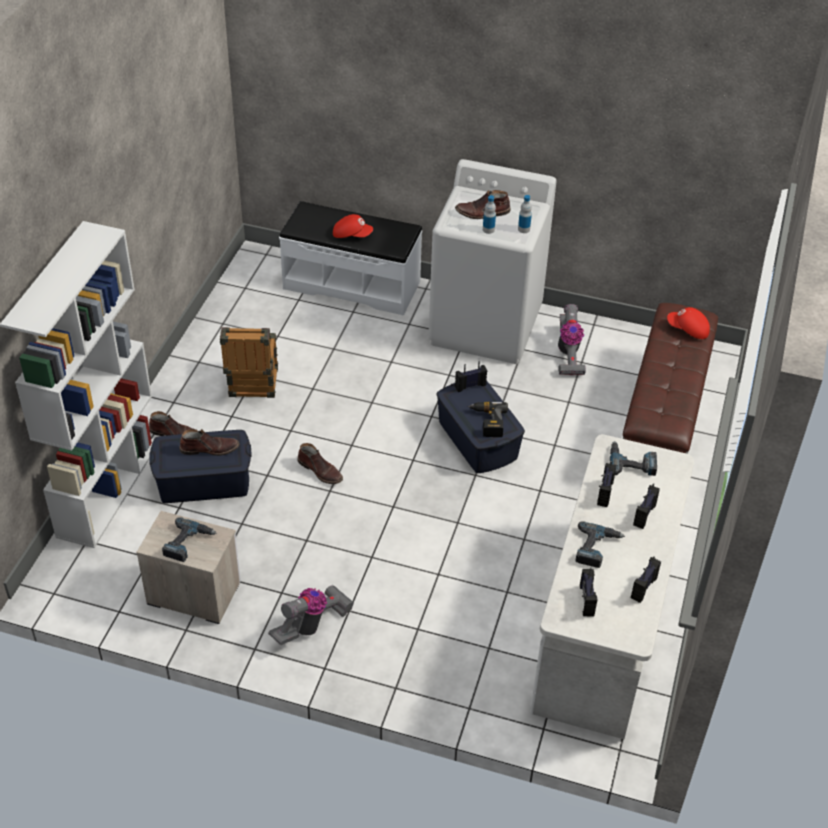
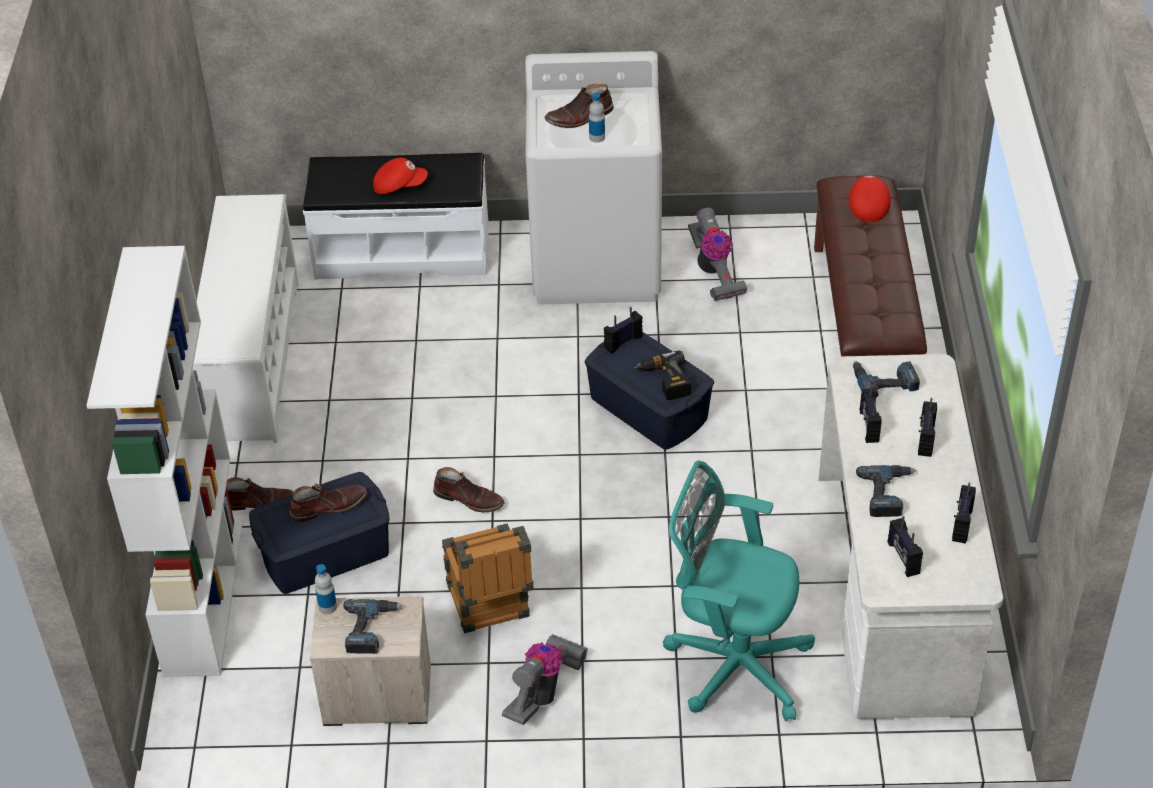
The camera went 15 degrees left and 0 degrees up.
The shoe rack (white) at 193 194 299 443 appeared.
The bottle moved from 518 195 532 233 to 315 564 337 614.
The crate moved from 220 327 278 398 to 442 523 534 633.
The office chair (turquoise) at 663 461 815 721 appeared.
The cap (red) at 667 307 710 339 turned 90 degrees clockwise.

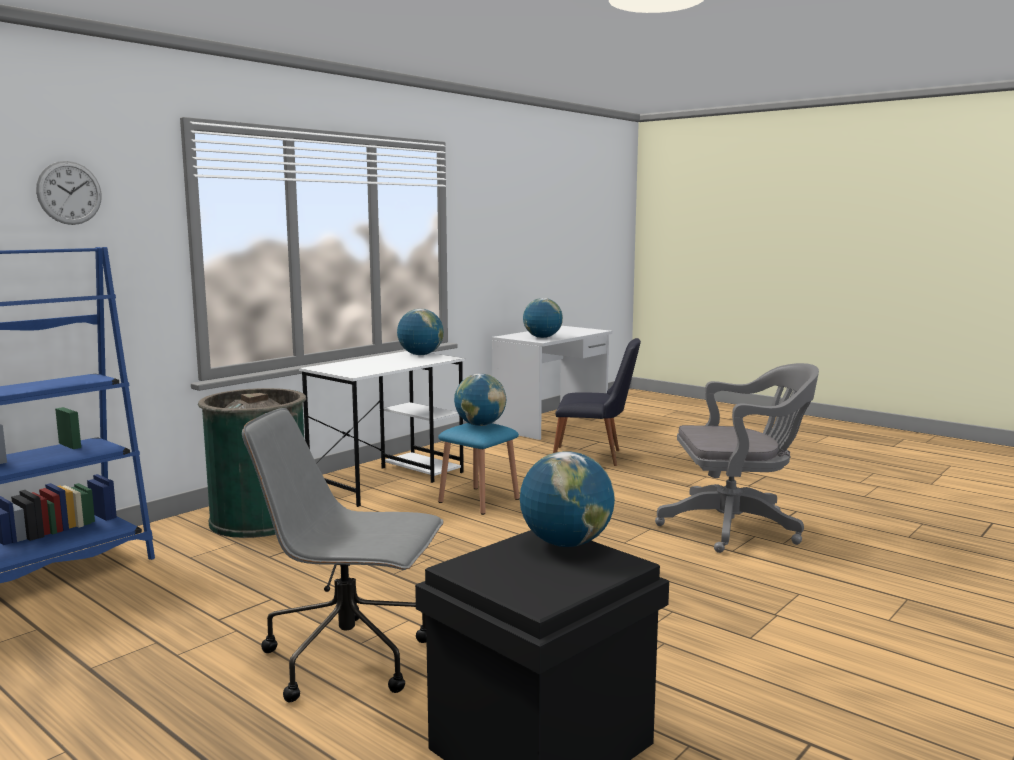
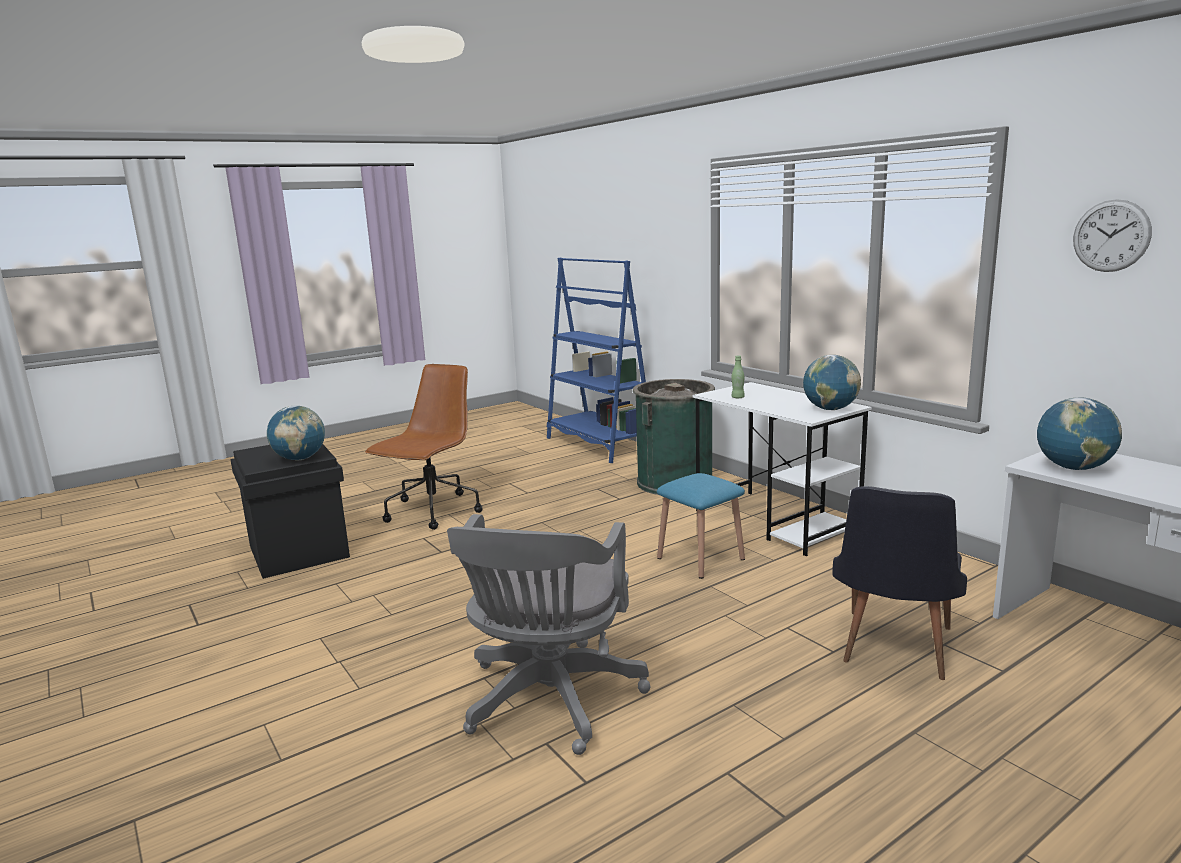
The camera went 105 degrees right and 5 degrees up.
The office chair (grey) at 242 408 443 702 became the office chair (brown) at 365 364 483 530.
The bottle (green) at 732 355 745 398 appeared.
The wall clock moved from 36 161 102 225 to 1073 199 1152 272.
The globe at 454 374 506 426 disappeared.

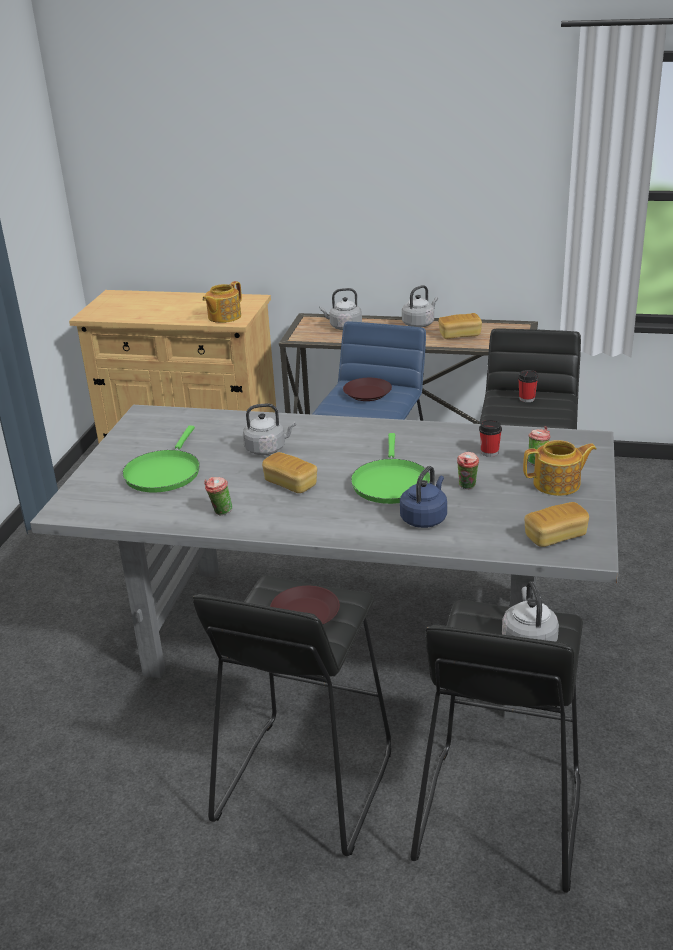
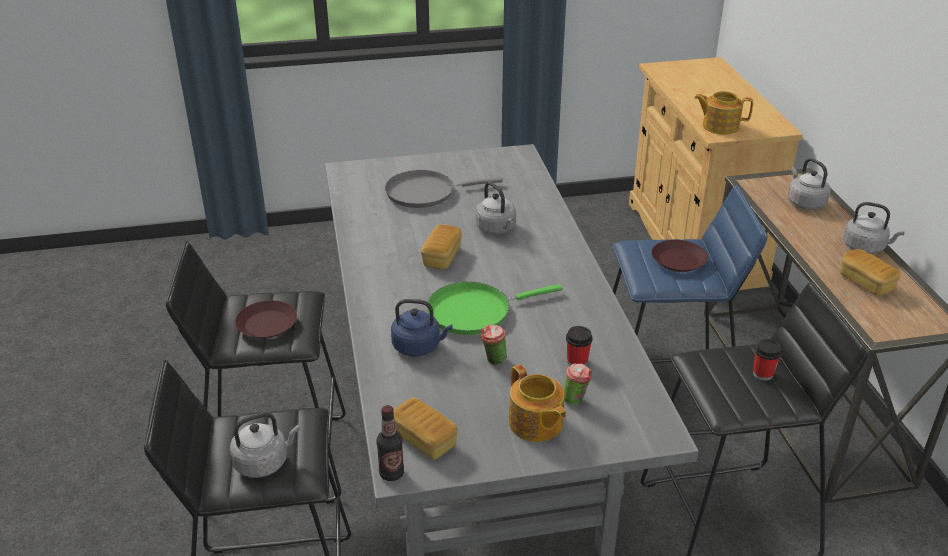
The camera went 65 degrees right and 5 degrees up.
The bottle at 376 405 404 481 appeared.
The frying pan (green) at 122 426 200 492 became the frying pan (grey) at 385 170 503 208.
The cup at 204 477 233 515 disappeared.

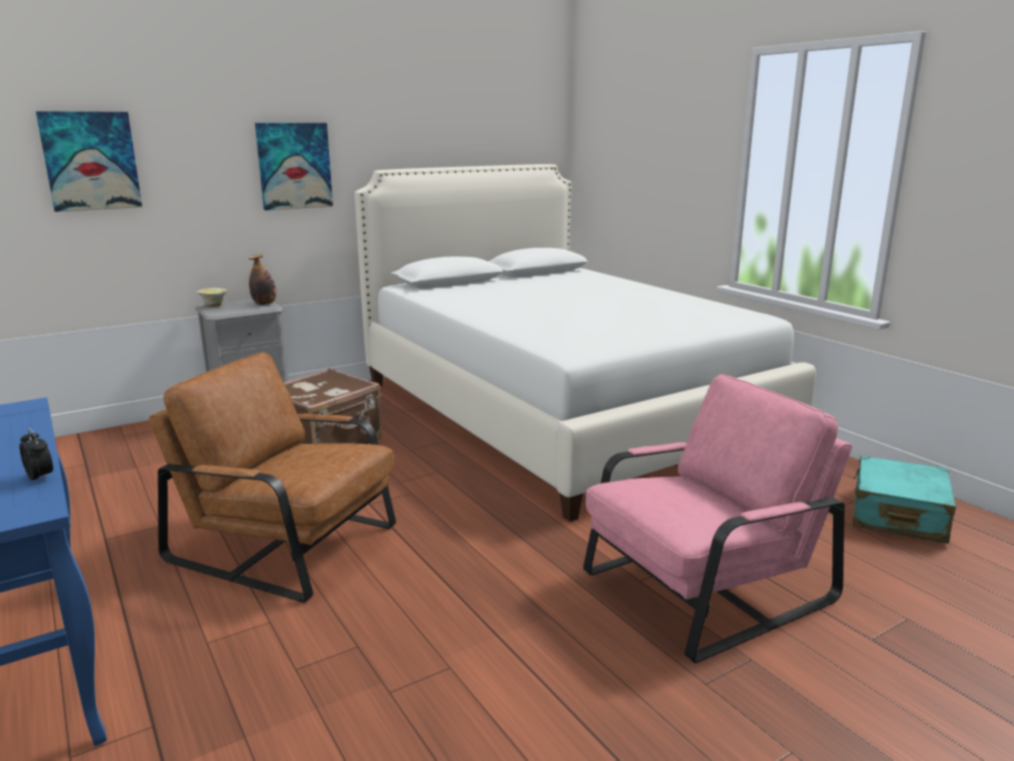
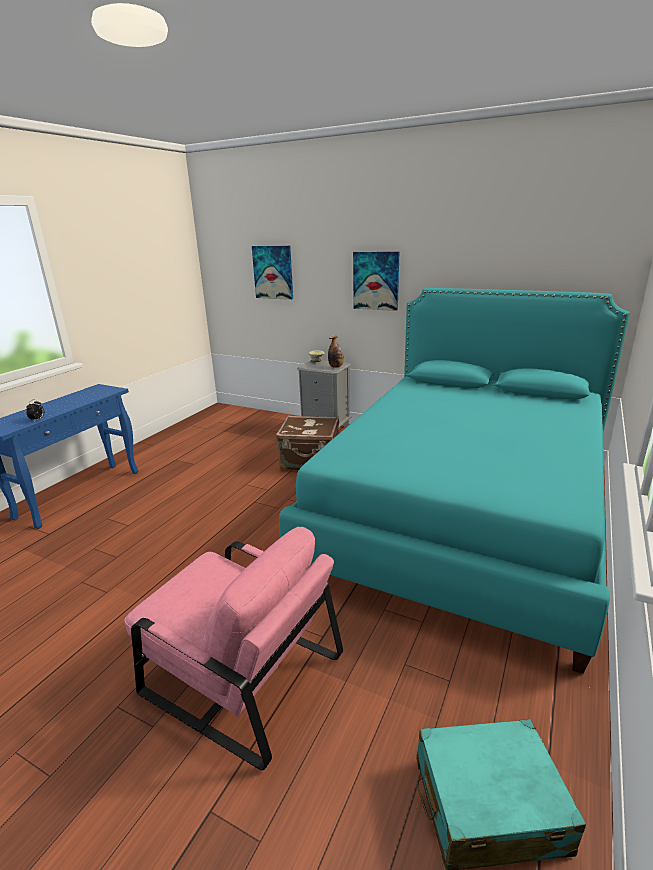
The camera went 60 degrees right and 5 degrees up.
The bed (white) at 354 164 816 522 became the bed (turquoise) at 279 288 630 674.
The armchair (brown) at 149 352 396 602 disappeared.

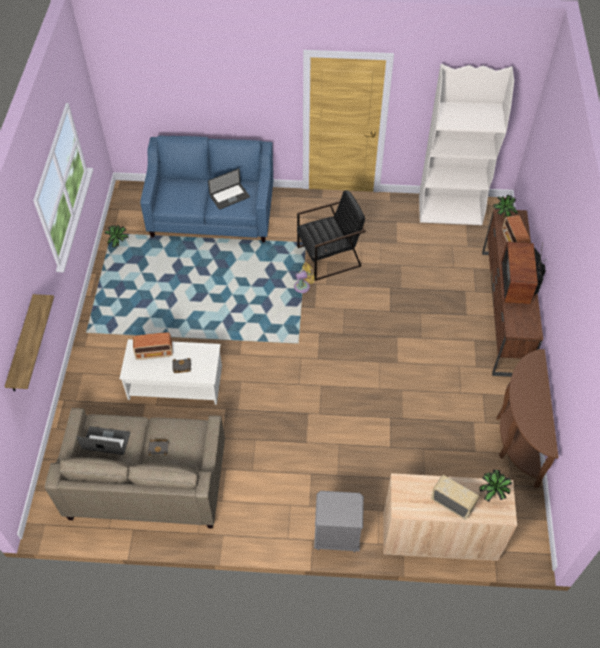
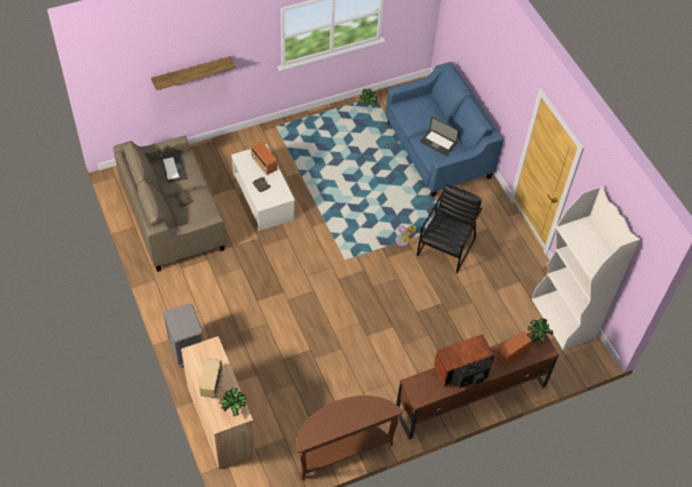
The camera went 60 degrees right and 0 degrees up.
The armchair (black) at 297 190 366 281 turned 105 degrees counterclockwise.

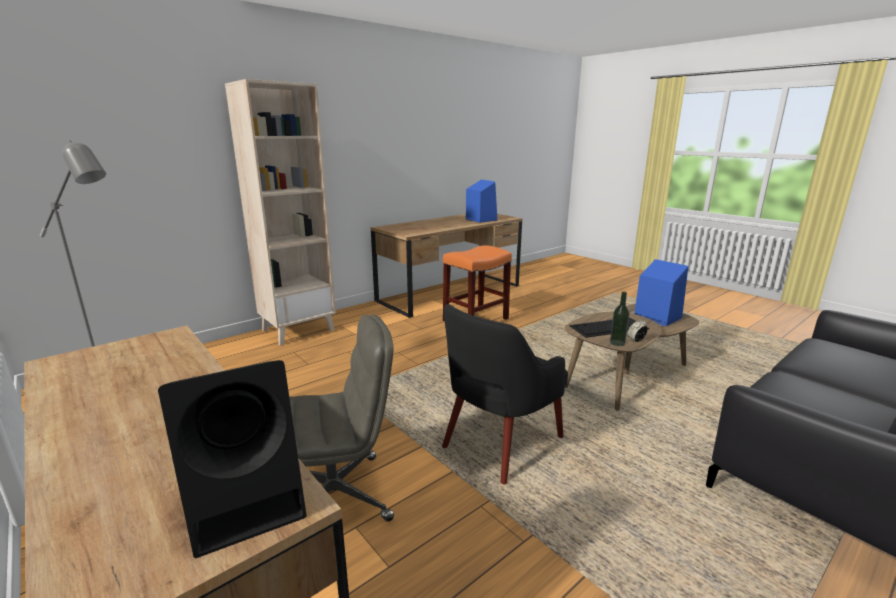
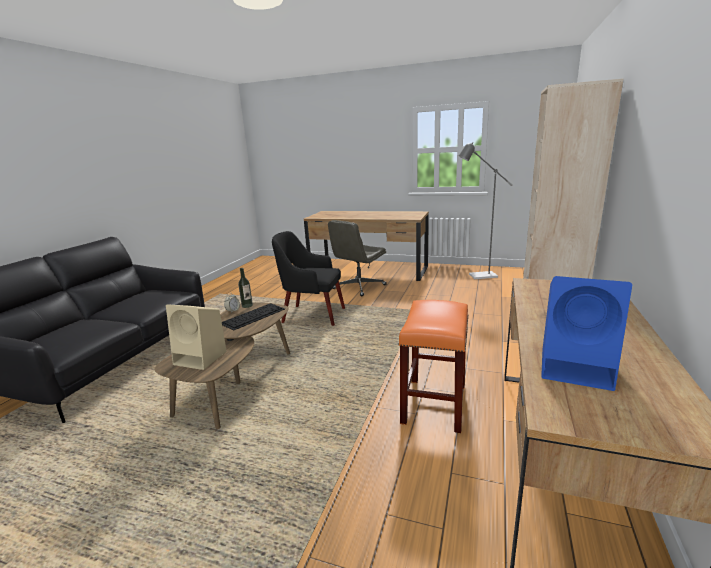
The camera went 150 degrees right and 0 degrees up.
The speaker (blue) at 634 259 688 326 became the speaker (beige) at 166 304 227 370.
The armchair (black) at 442 304 568 484 turned 90 degrees counterclockwise.
The speaker (black) at 158 360 307 558 disappeared.

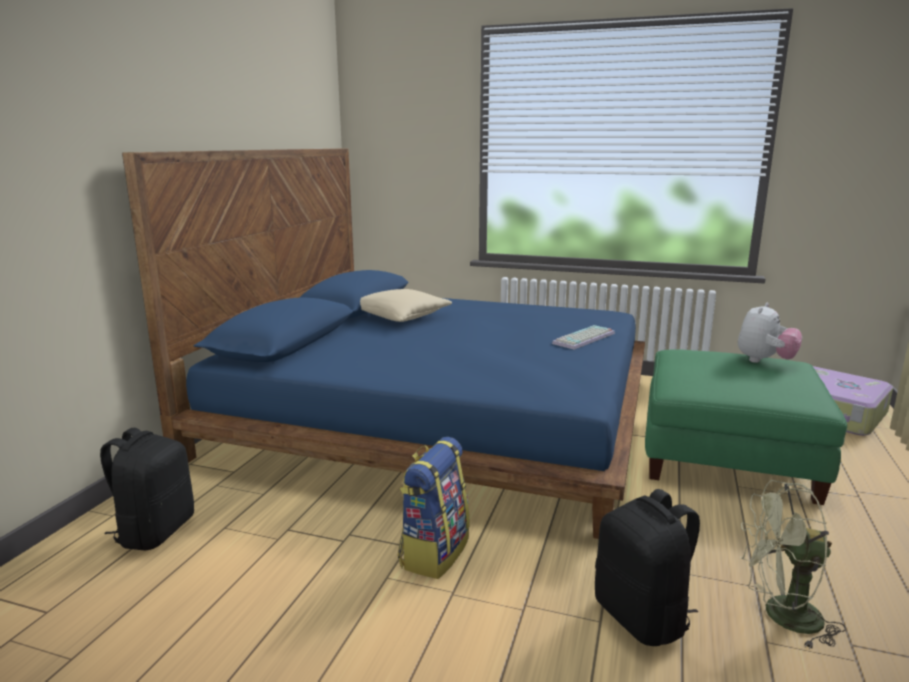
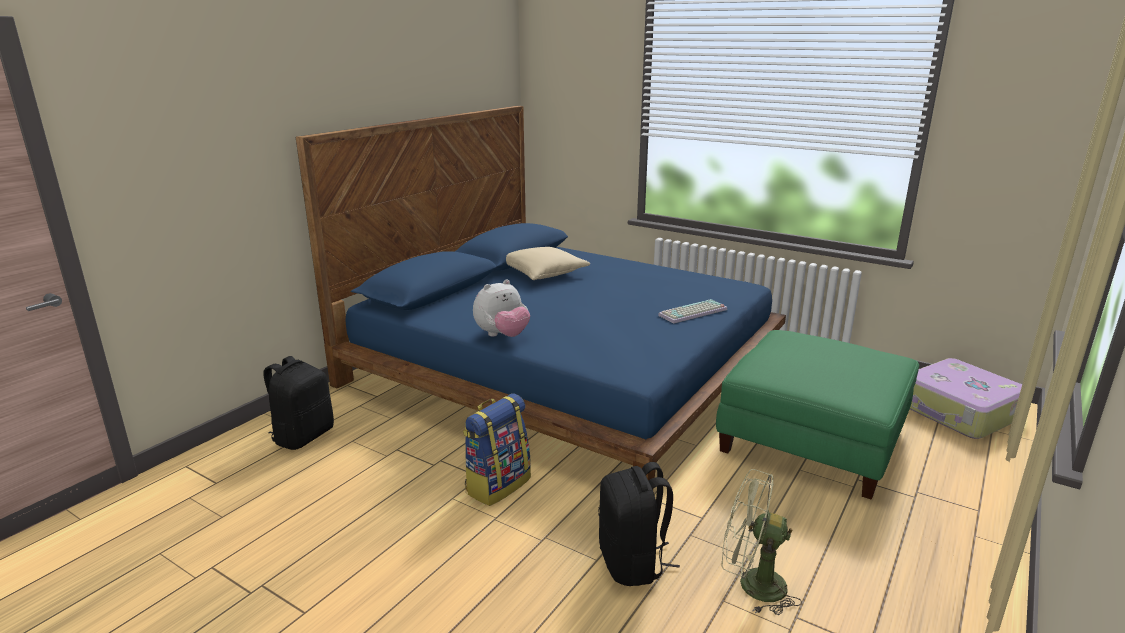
The camera went 15 degrees right and 5 degrees up.
The plush toy moved from 738 303 802 363 to 473 280 530 337.

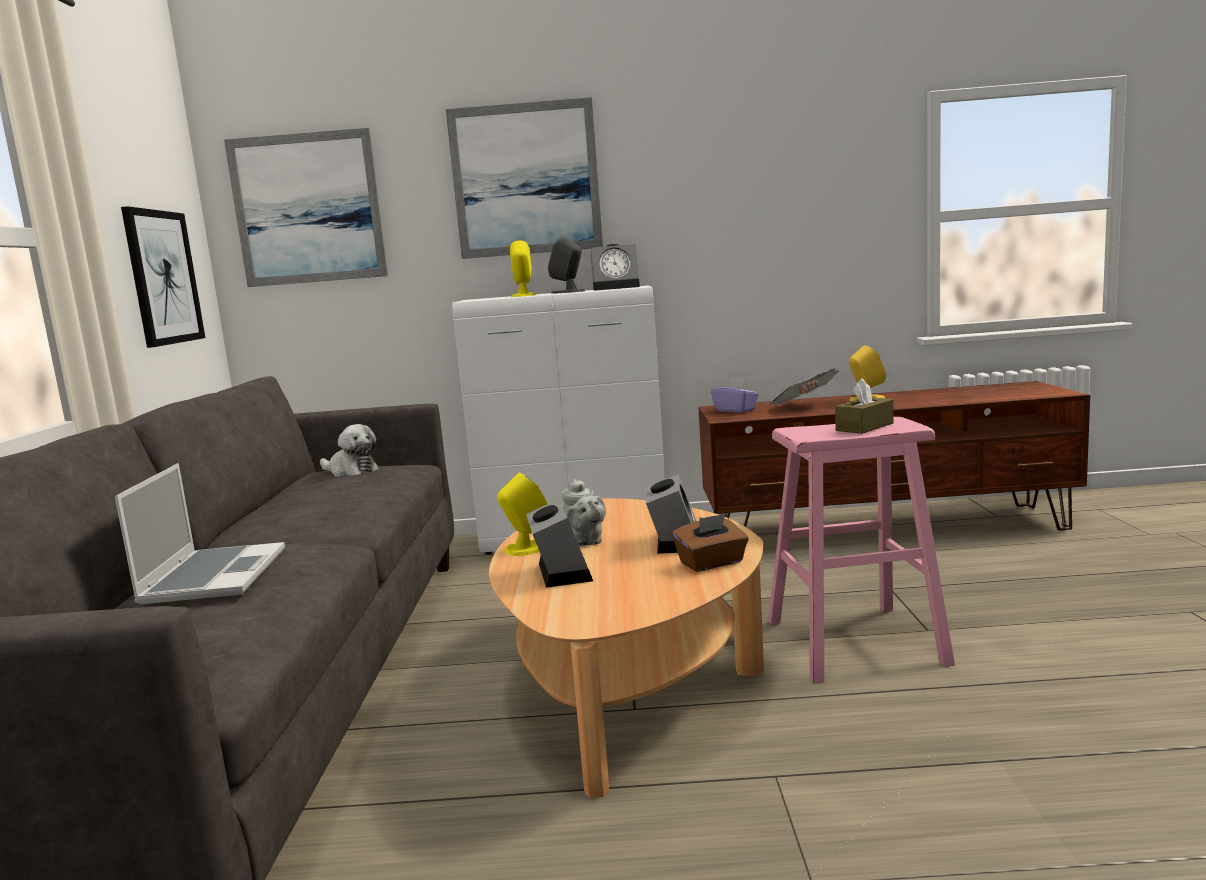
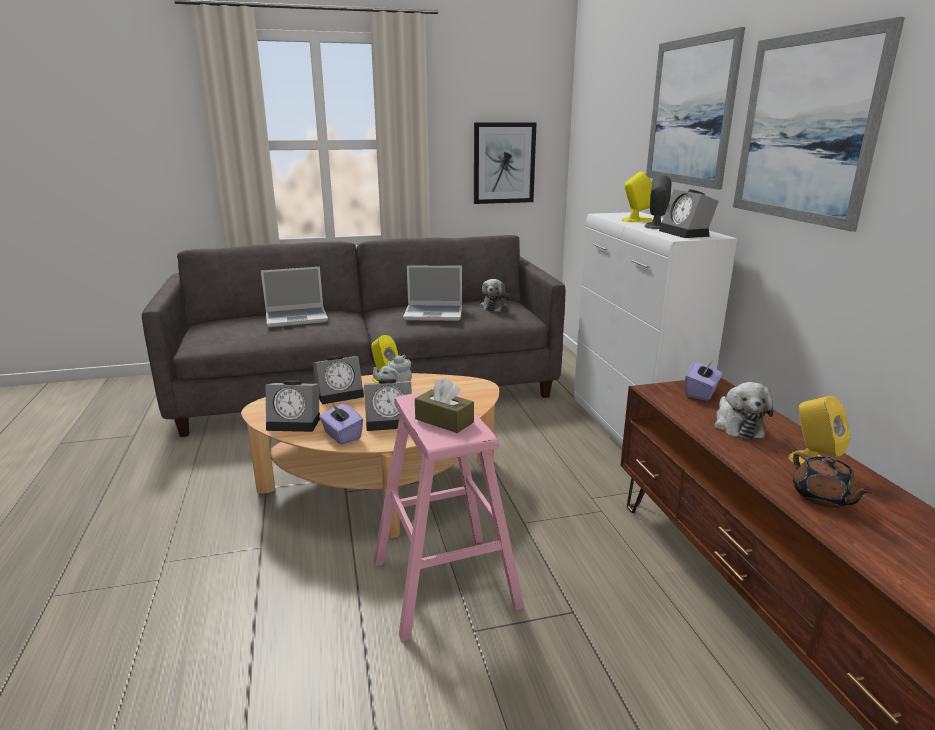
The camera went 75 degrees right and 10 degrees up.
The alarm clock at 266 380 320 432 appeared.
The tissue box (brown) at 672 514 749 572 became the tissue box (purple) at 319 403 363 445.
The laptop at 403 265 462 321 appeared.
The newspaper at 768 368 839 405 was replaced by the plush toy at 714 382 773 439.
The picture moved from 224 128 388 287 to 733 17 905 232.
The teapot (brown) at 793 452 872 508 appeared.

